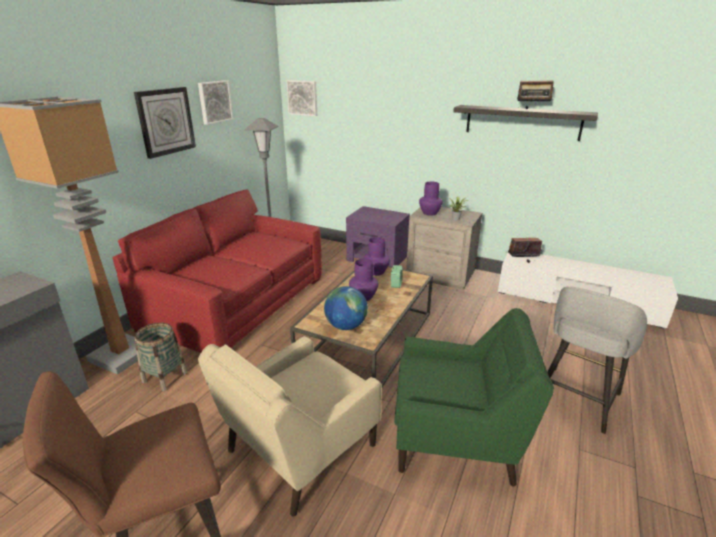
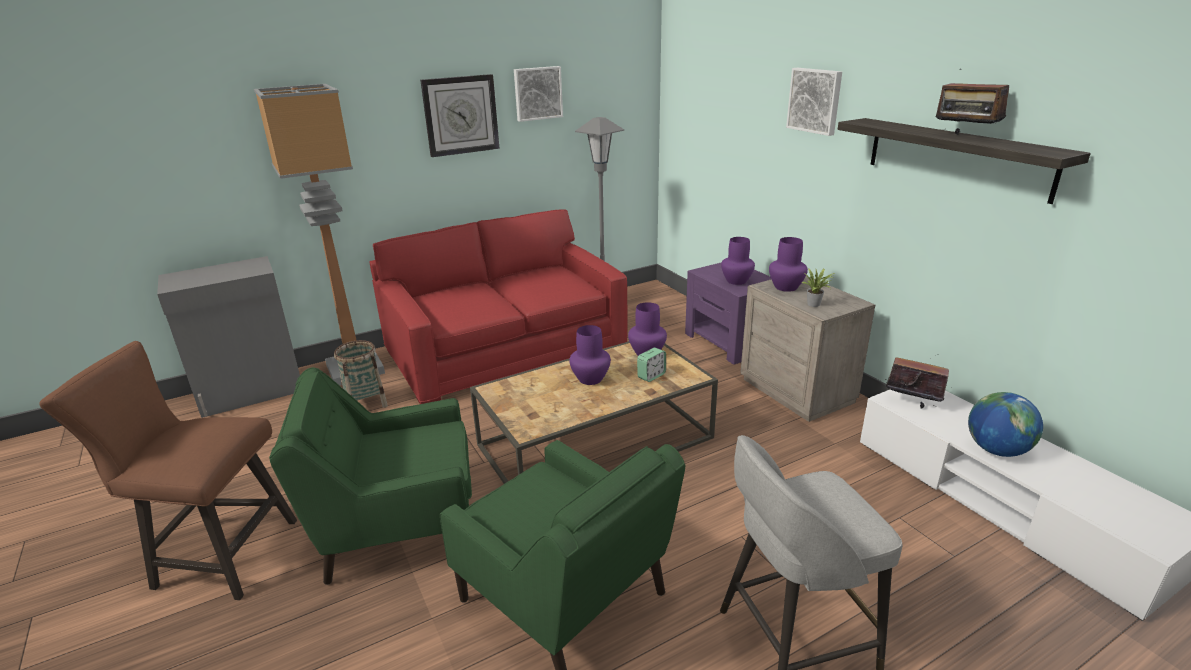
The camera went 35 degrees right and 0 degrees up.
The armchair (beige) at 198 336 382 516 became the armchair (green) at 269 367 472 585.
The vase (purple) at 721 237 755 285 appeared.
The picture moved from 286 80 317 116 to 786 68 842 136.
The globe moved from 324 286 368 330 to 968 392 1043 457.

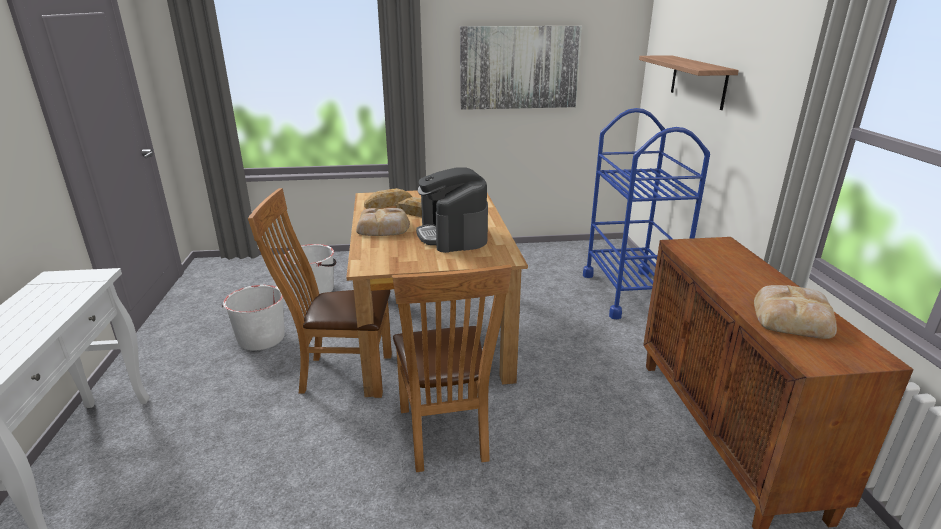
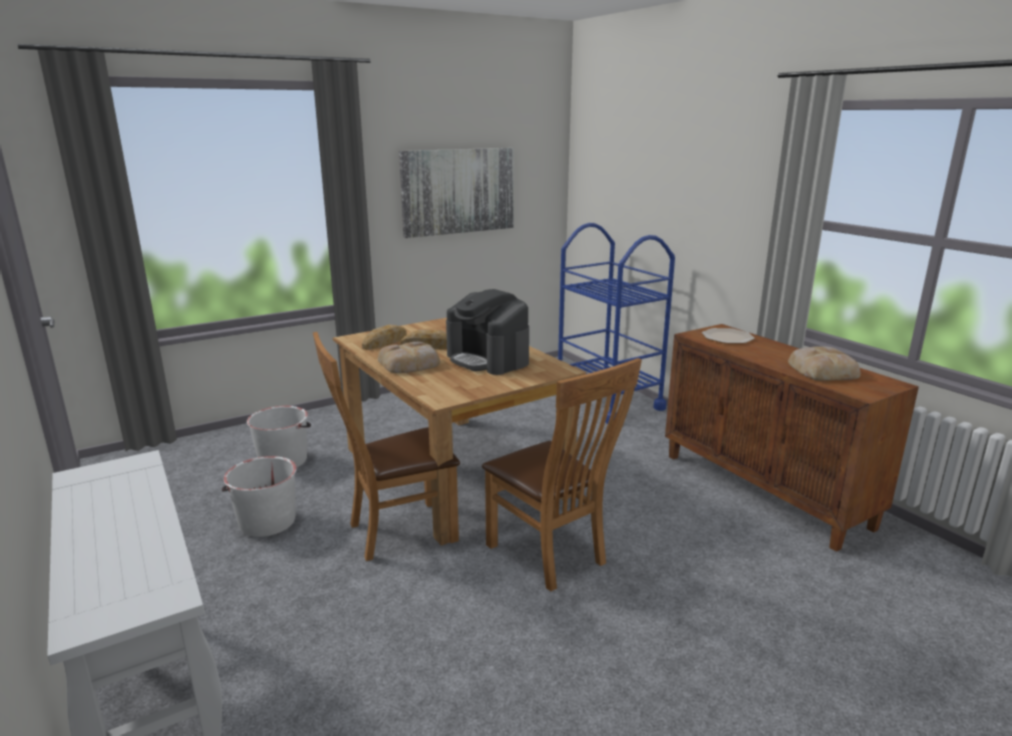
The camera went 25 degrees left and 5 degrees down.
The plate at 702 328 755 343 appeared.
The shelf at 639 55 739 110 disappeared.

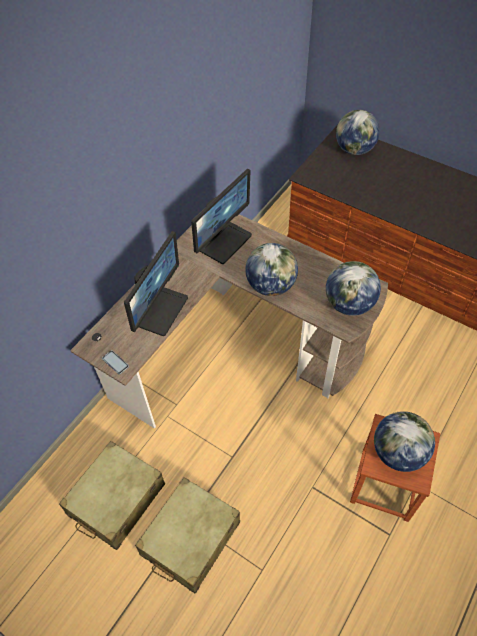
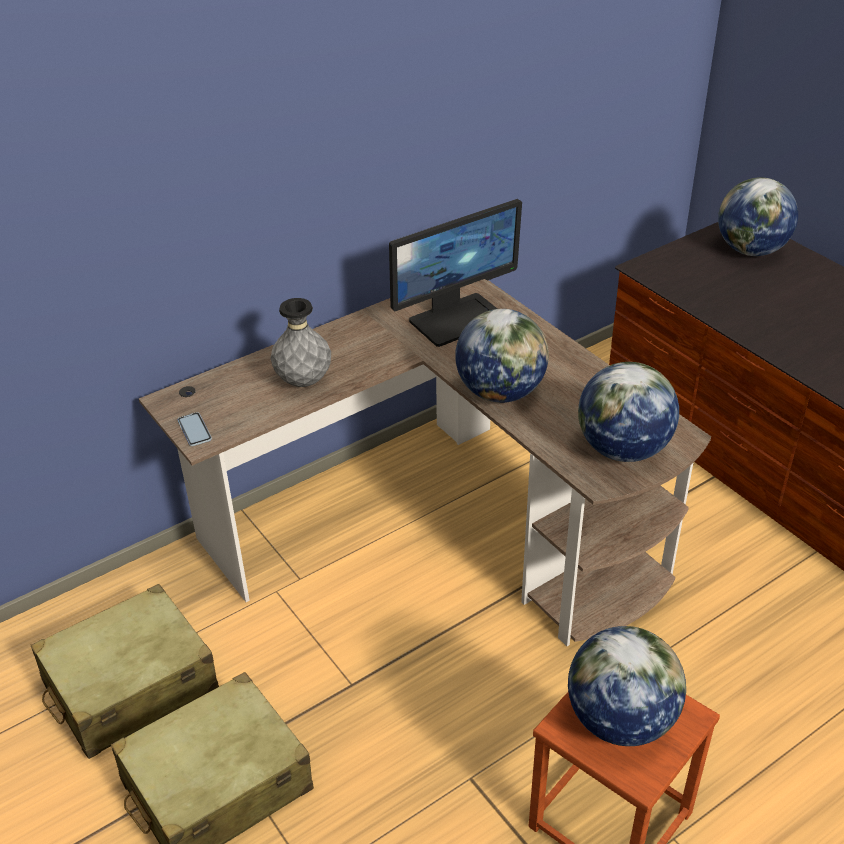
The camera went 20 degrees right and 15 degrees down.
The monitor at 124 231 188 336 was replaced by the vase (grey) at 271 298 331 387.

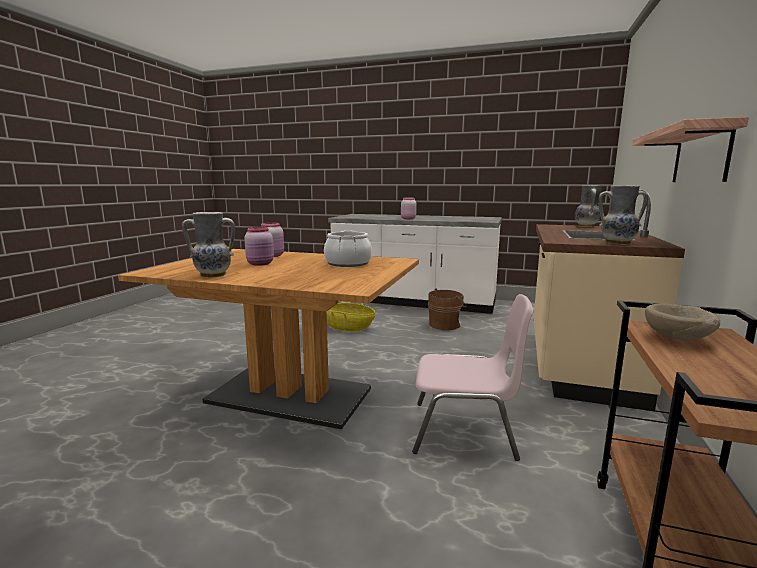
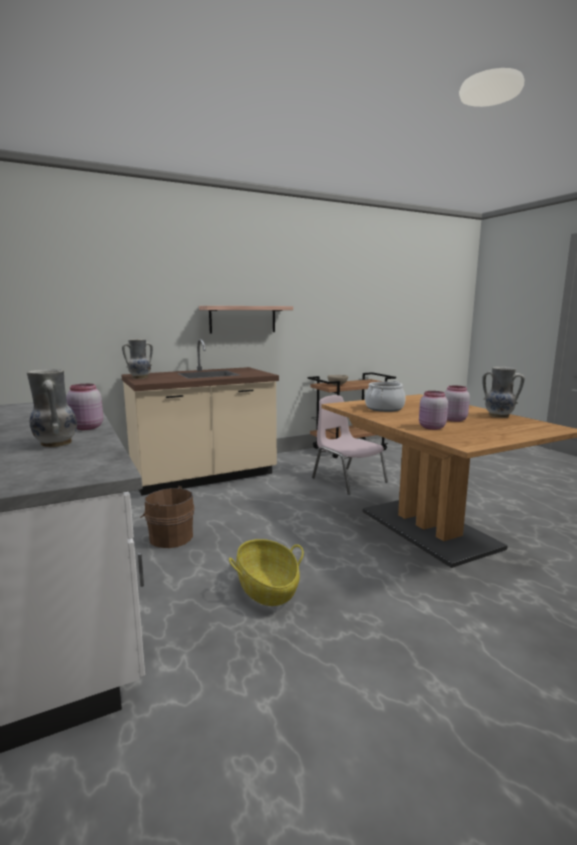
The camera went 135 degrees left and 0 degrees up.
The vase moved from 599 186 648 245 to 27 369 77 447.

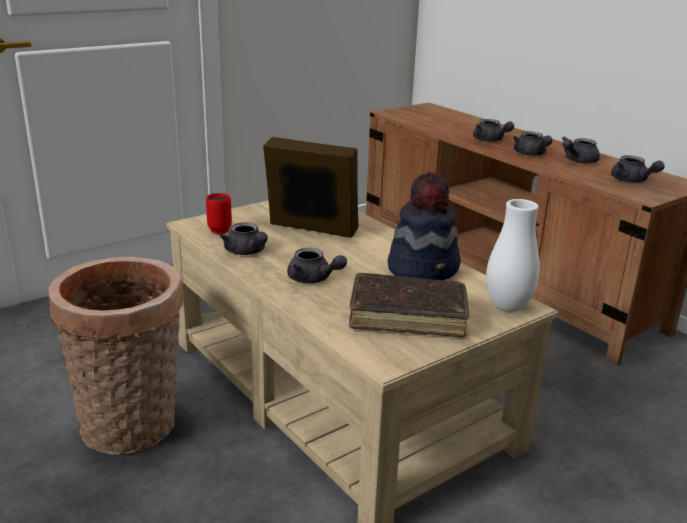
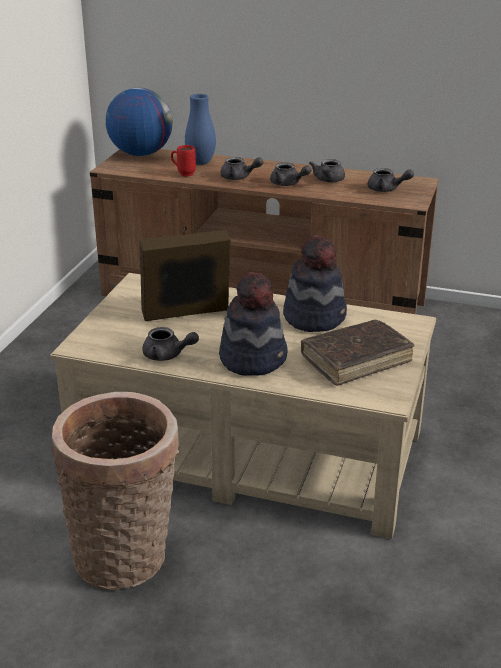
The camera went 35 degrees left and 5 degrees up.
The globe at 106 87 173 156 appeared.
The mug (red) moved from 206 193 232 234 to 171 145 196 177.
The vase (blue) at 185 94 216 165 appeared.
The teapot (grey) at 287 248 347 284 was replaced by the hat at 219 272 288 376.
The vase (white) at 486 199 540 312 disappeared.

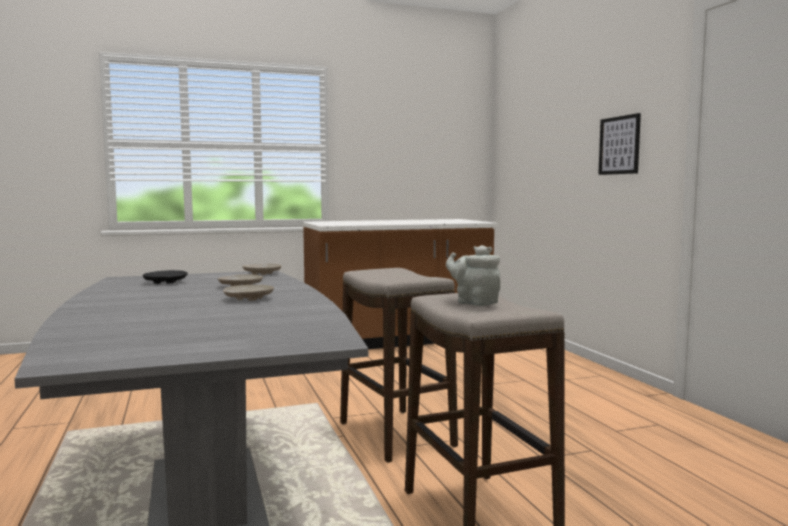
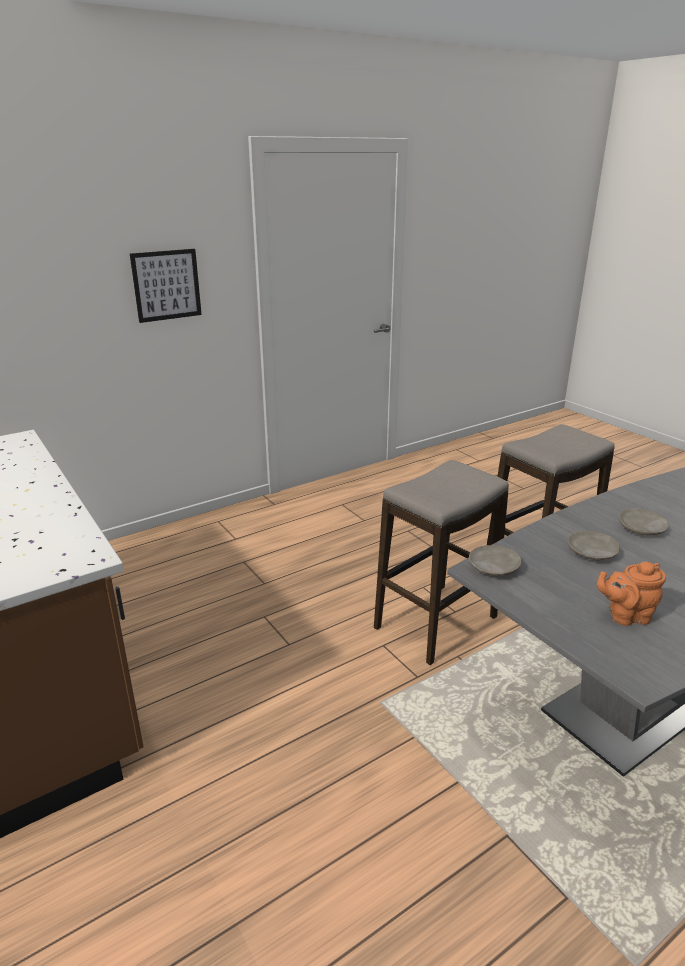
The camera went 105 degrees left and 20 degrees up.
The plate (black) at 143 270 188 284 was replaced by the teapot (orange) at 597 562 666 626.
The teapot (grey) at 446 245 500 306 disappeared.

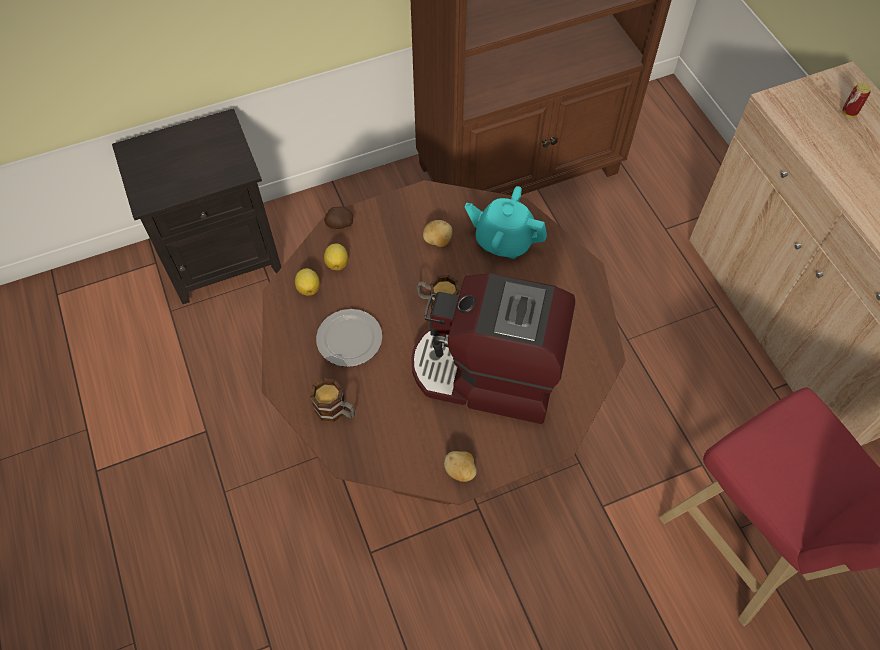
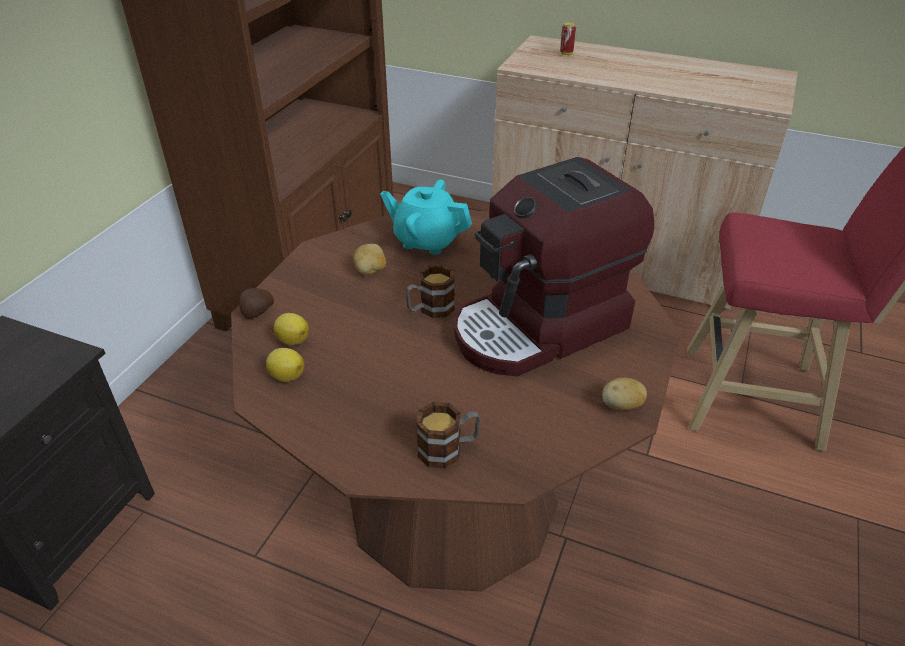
The camera went 45 degrees left and 20 degrees down.
The teapot (turquoise) at 465 186 547 259 turned 45 degrees clockwise.
The plate at 316 309 382 367 disappeared.

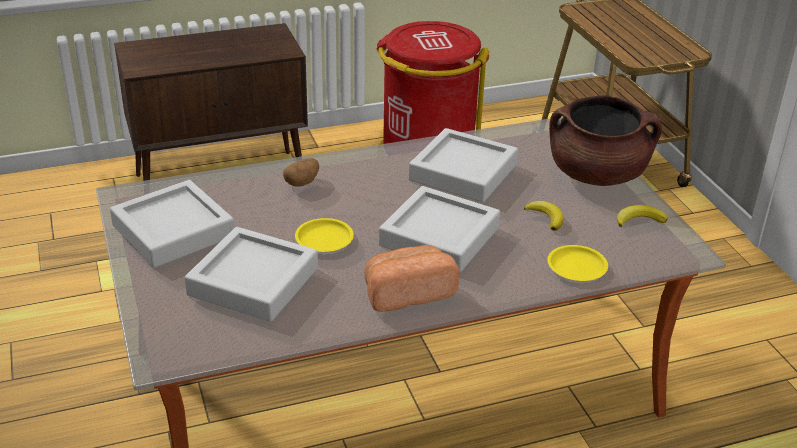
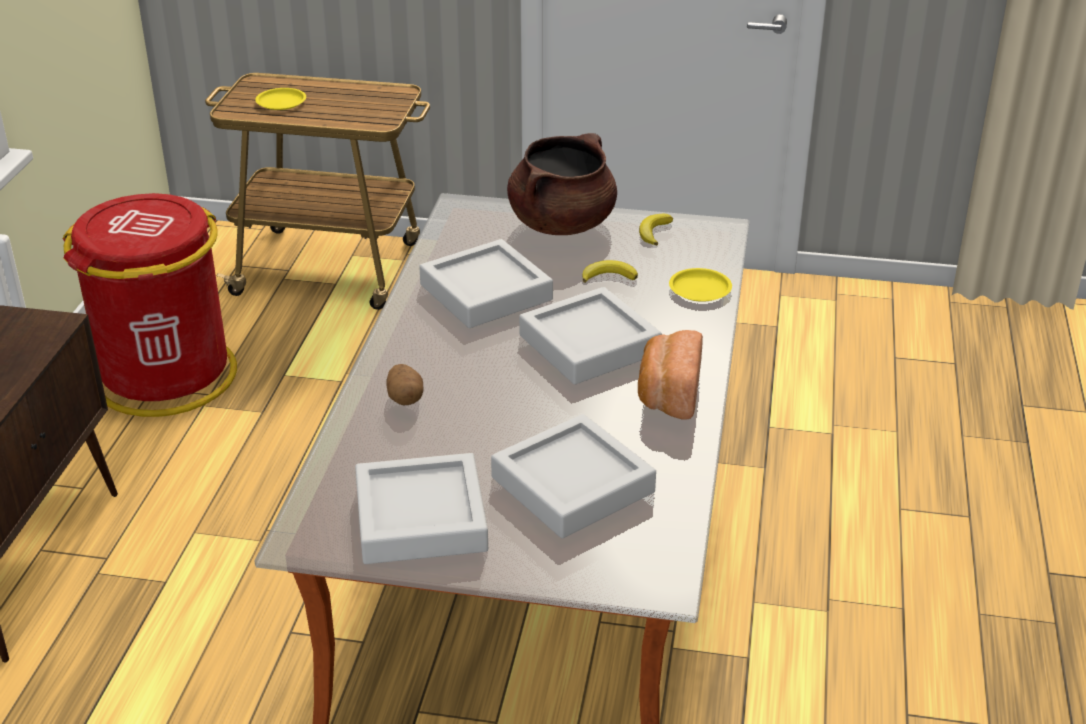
The camera went 60 degrees left and 0 degrees up.
The plate (yellow) moved from 295 218 354 252 to 255 88 306 110.

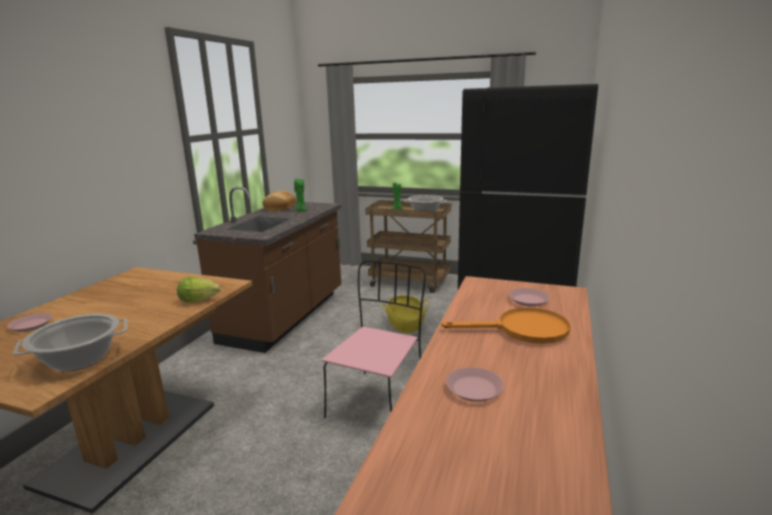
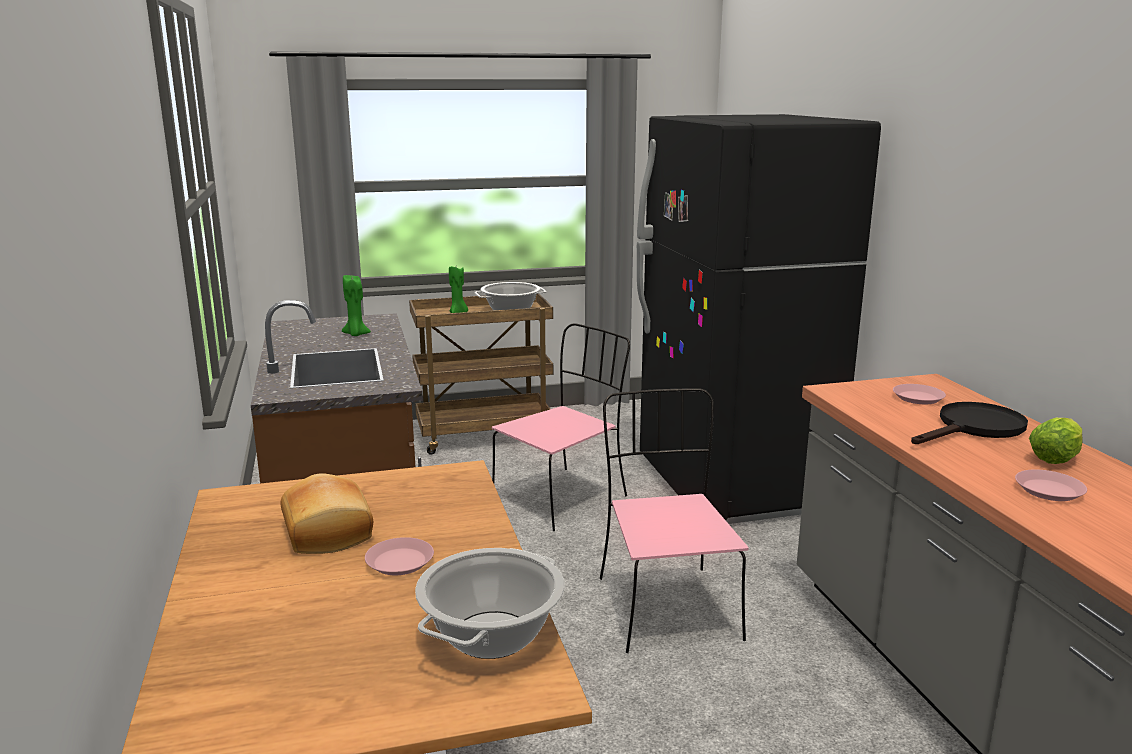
The camera went 35 degrees left and 0 degrees up.
The bread moved from 262 190 296 211 to 281 473 373 554.
The plate (pink) moved from 7 313 52 332 to 365 537 434 575.
The basket at 382 295 429 333 was replaced by the chair (pink) at 492 323 630 531.
The frying pan (orange) at 441 307 571 344 became the frying pan (black) at 911 402 1028 444.
The lettuce moved from 177 277 221 302 to 1029 418 1083 464.

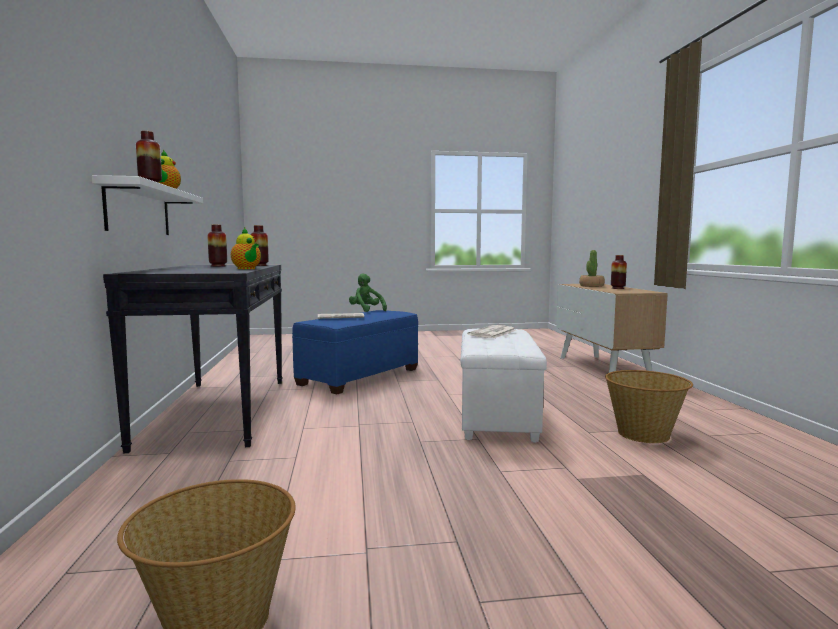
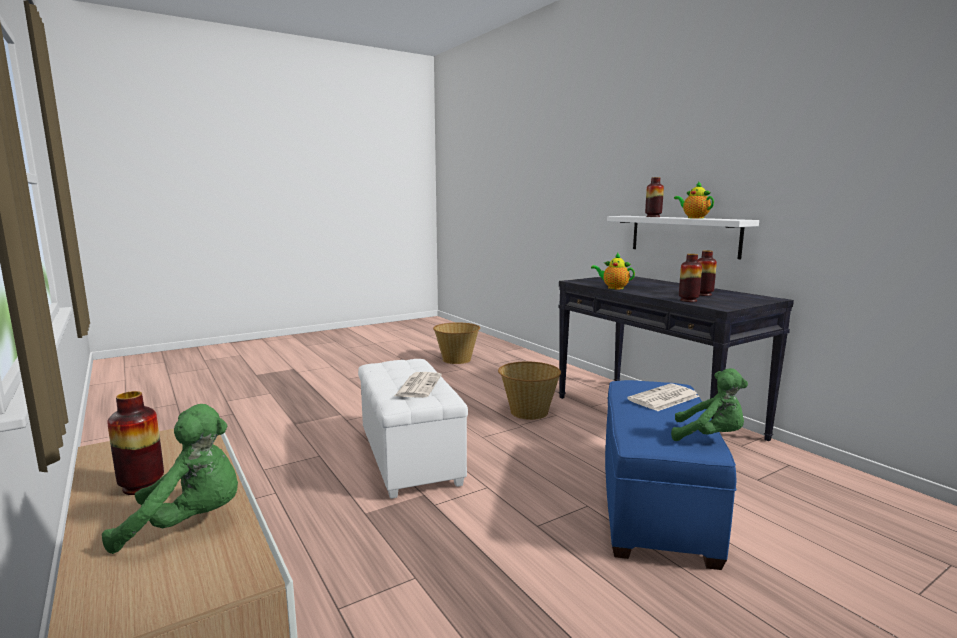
The camera went 155 degrees right and 5 degrees up.
The potted plant at 579 250 605 287 was replaced by the plush toy (green) at 102 404 238 554.
The basket moved from 605 370 693 443 to 498 361 561 420.

